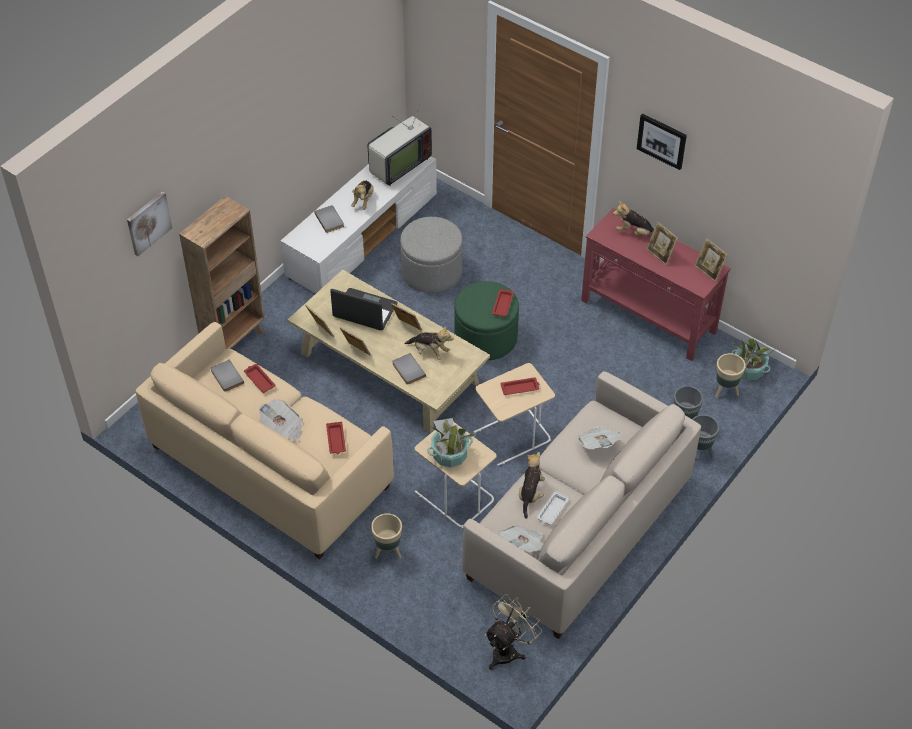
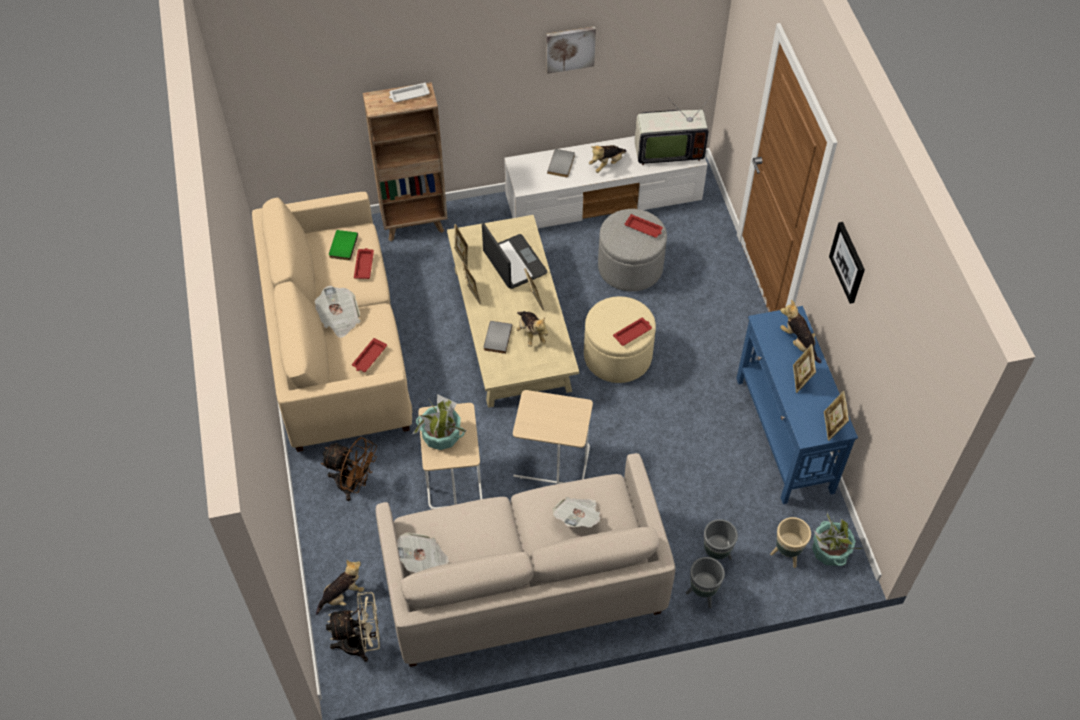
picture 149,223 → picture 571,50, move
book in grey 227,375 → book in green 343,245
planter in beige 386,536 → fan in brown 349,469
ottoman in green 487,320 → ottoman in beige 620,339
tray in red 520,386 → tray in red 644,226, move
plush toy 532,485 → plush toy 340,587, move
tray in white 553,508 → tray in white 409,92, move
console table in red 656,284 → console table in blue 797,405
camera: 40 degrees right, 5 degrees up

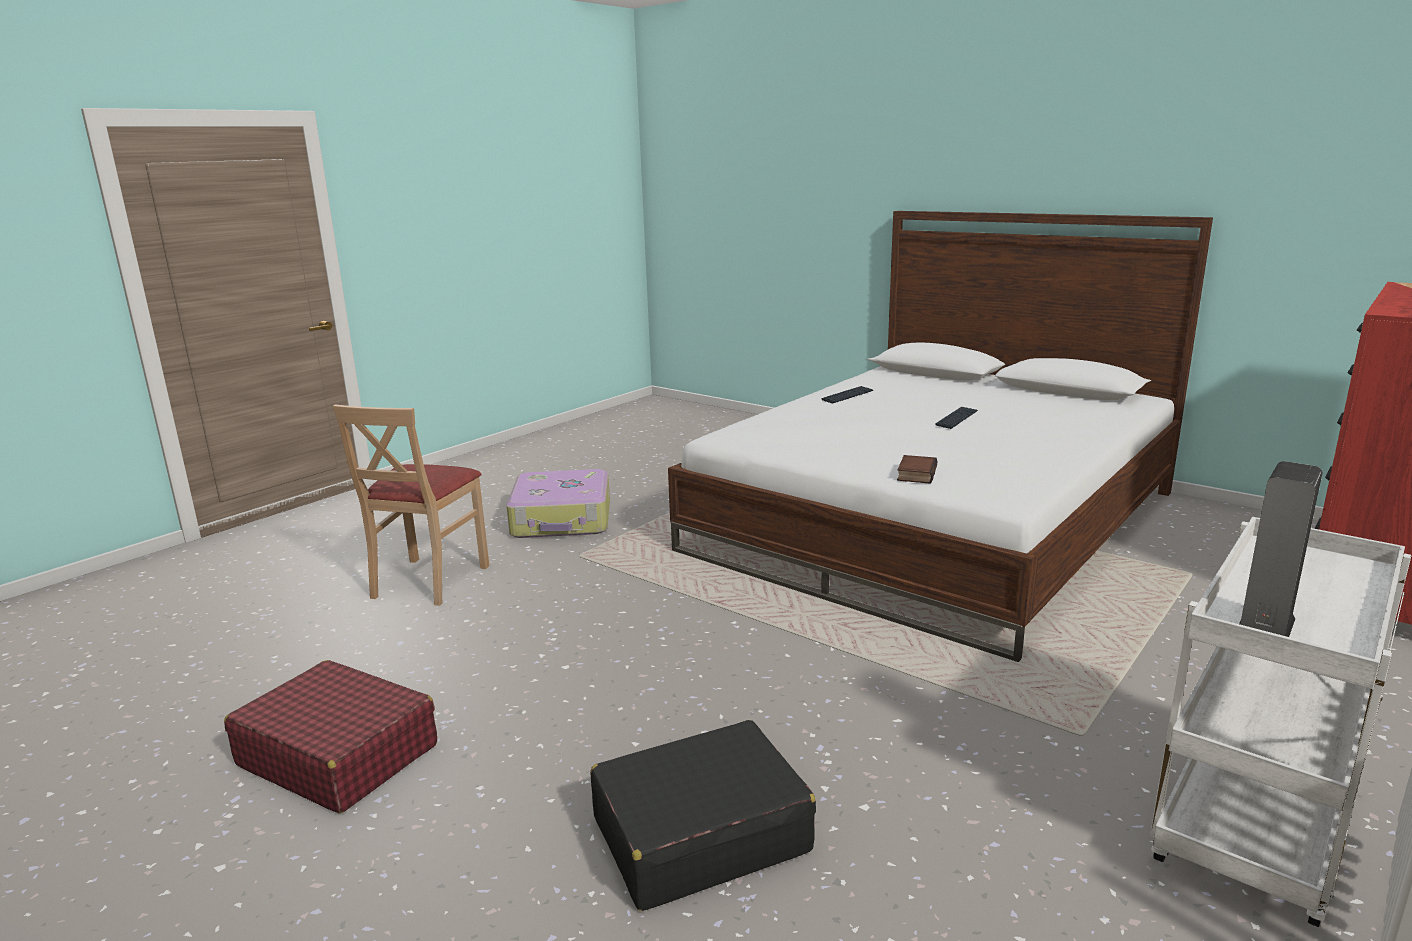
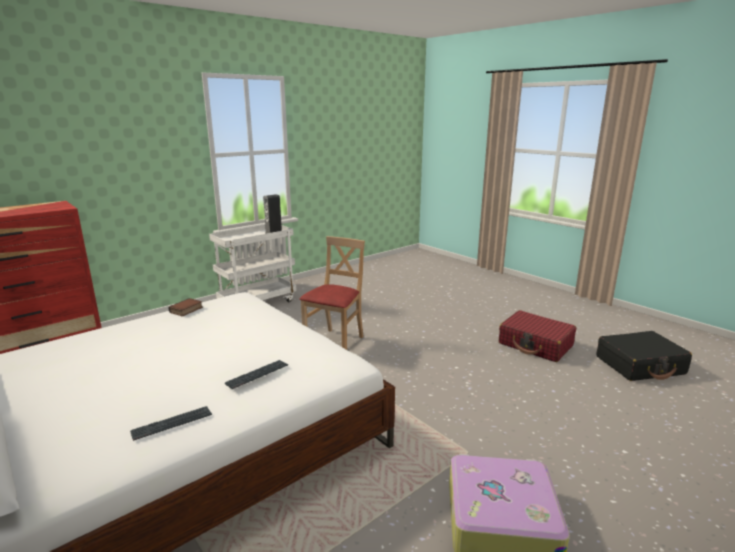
chair in beige 411,505 → chair in beige 332,293, move
suitcase in black 703,815 → suitcase in black 644,356, move
book 917,469 → book 186,307, move
keyboard 956,418 → keyboard 256,374, move
camera: 170 degrees left, 0 degrees up

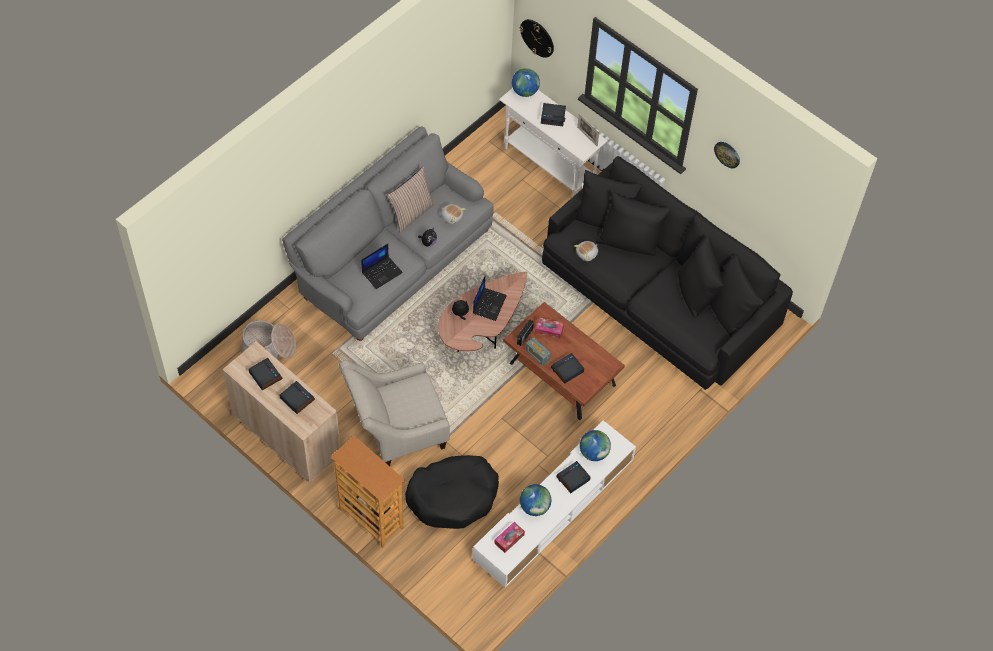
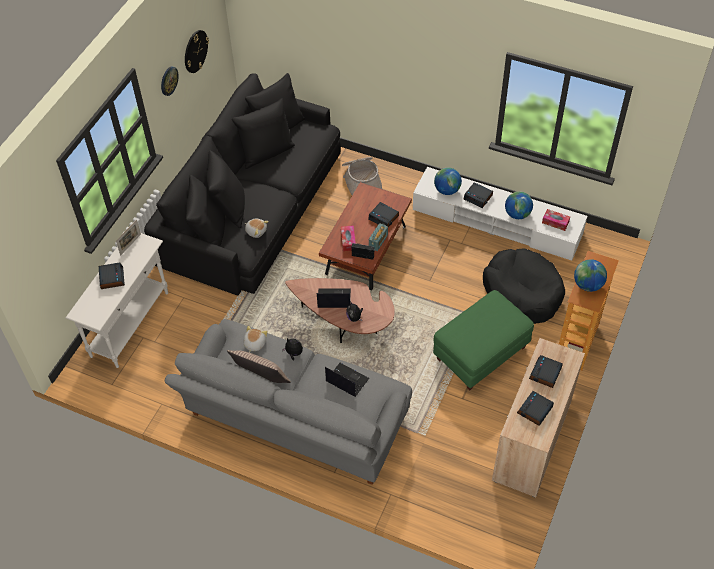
basket 268,339 → basket 362,176, move
armchair in beige 394,413 → ottoman in green 483,340
globe 526,82 → globe 590,275, move
wall clock 536,38 → wall clock 197,51, move
camera: 105 degrees left, 5 degrees down

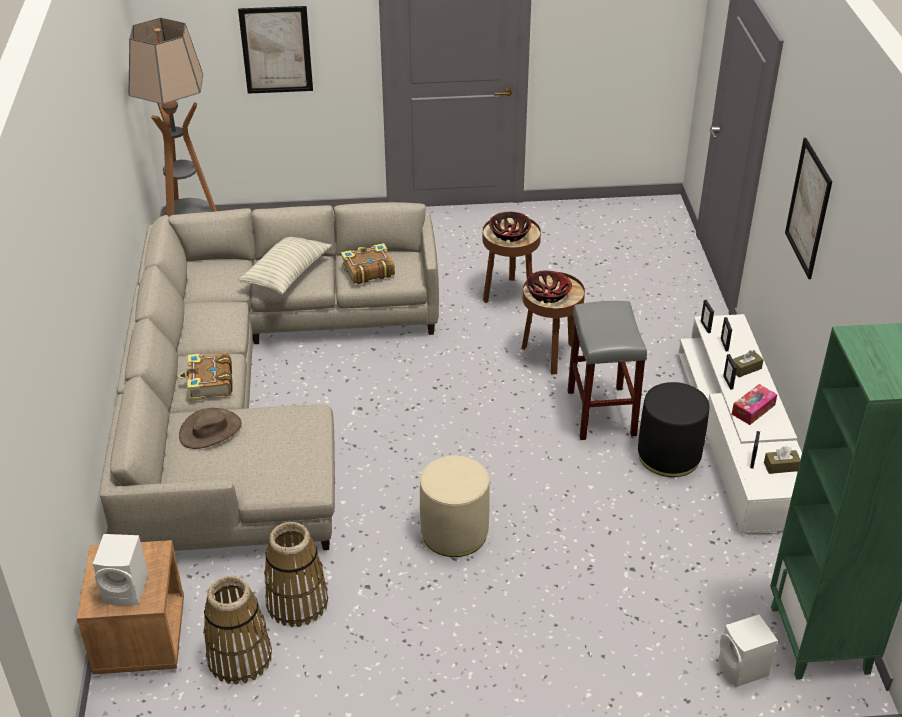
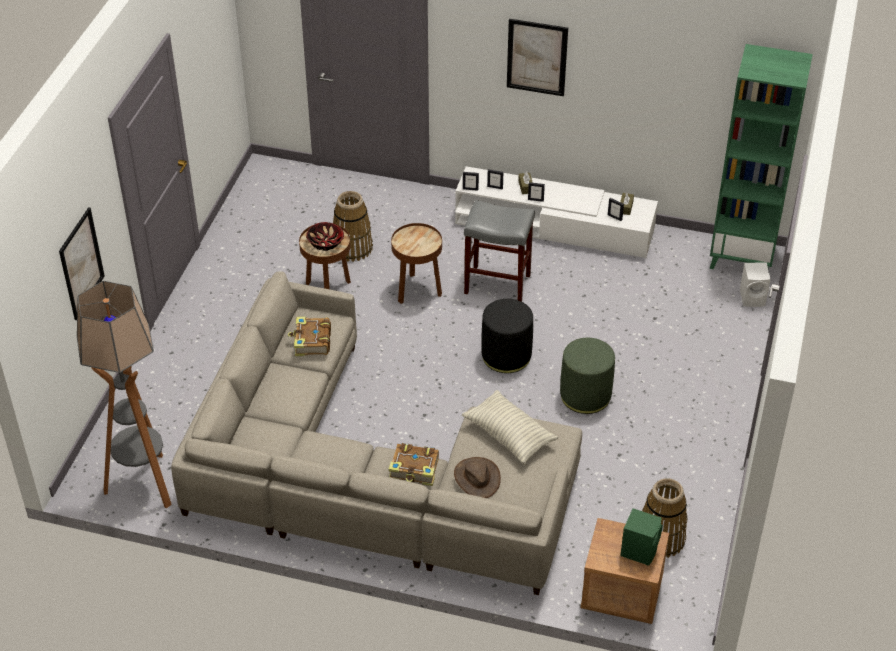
speaker in white 120,570 → speaker in green 641,537
pillow 285,265 → pillow 510,427, move
basket 296,574 → basket 353,226, move
ottoman in beige 455,506 → ottoman in green 587,376
bowl 549,287 → -
ottoman in black 673,429 → ottoman in black 507,336, move
tissue box 754,404 → -
camera: 70 degrees left, 5 degrees up

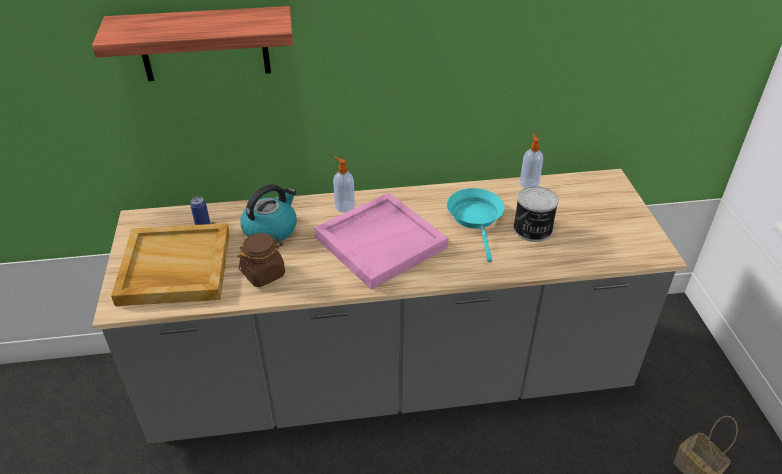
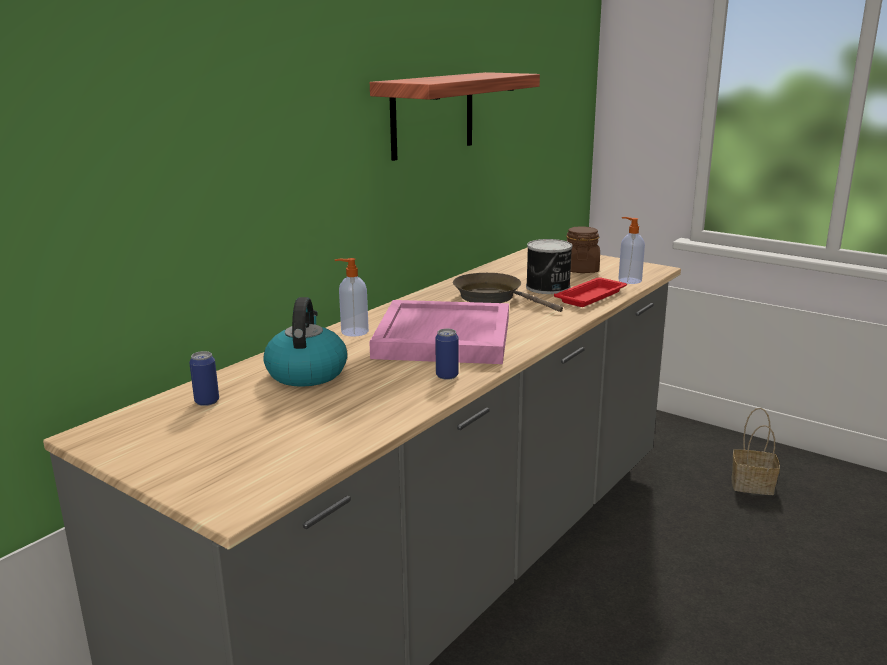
shelf 192,43 → shelf 455,116, move
tray in beige 170,264 → -
jar in brown 261,260 → jar in brown 583,249, move
frying pan in turquoise 476,225 → frying pan in brown 508,292
soap dispenser 531,160 → soap dispenser 631,250, move
- → can 447,354
- → tray in red 590,292
camera: 45 degrees left, 20 degrees down

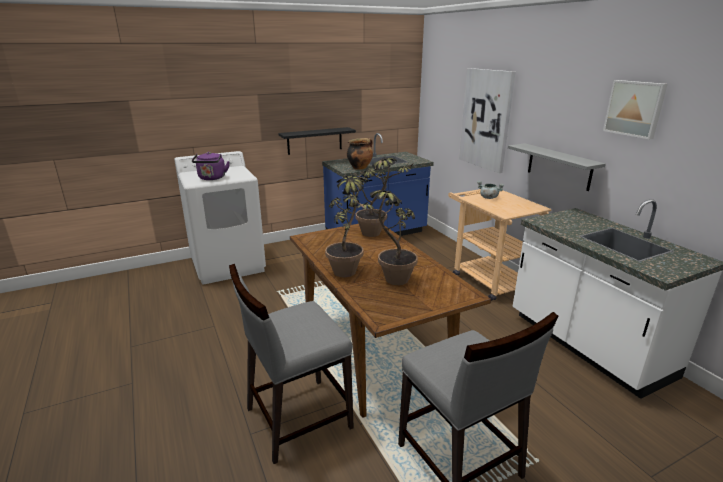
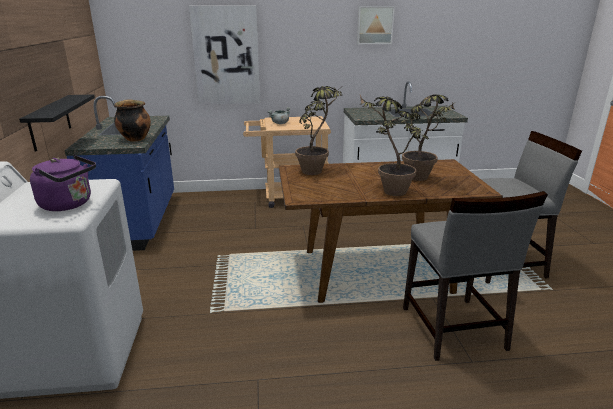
shelf in grey 557,167 → -
camera: 70 degrees left, 0 degrees up

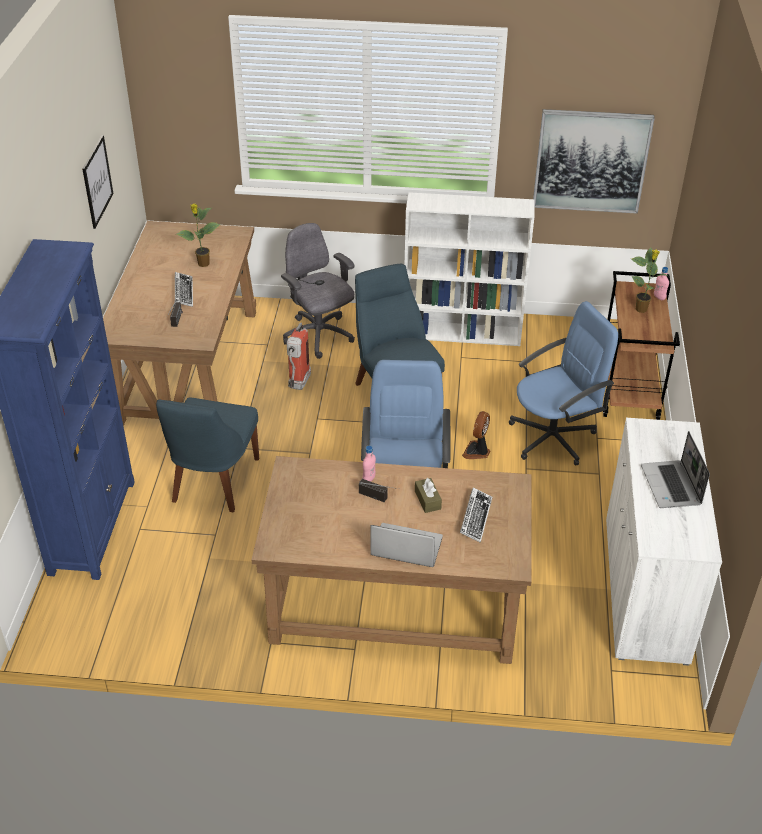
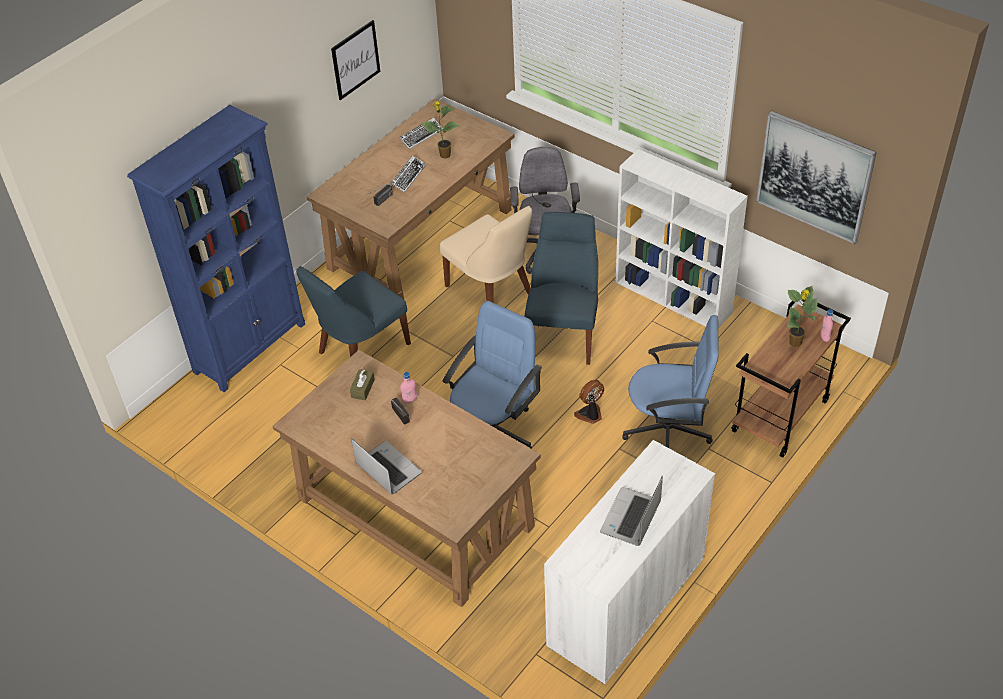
fire extinguisher 299,356 → chair in beige 486,254
tissue box in brown 428,495 → tissue box in brown 362,384, move
keyboard 476,515 → keyboard 421,134, move
camera: 35 degrees right, 5 degrees up

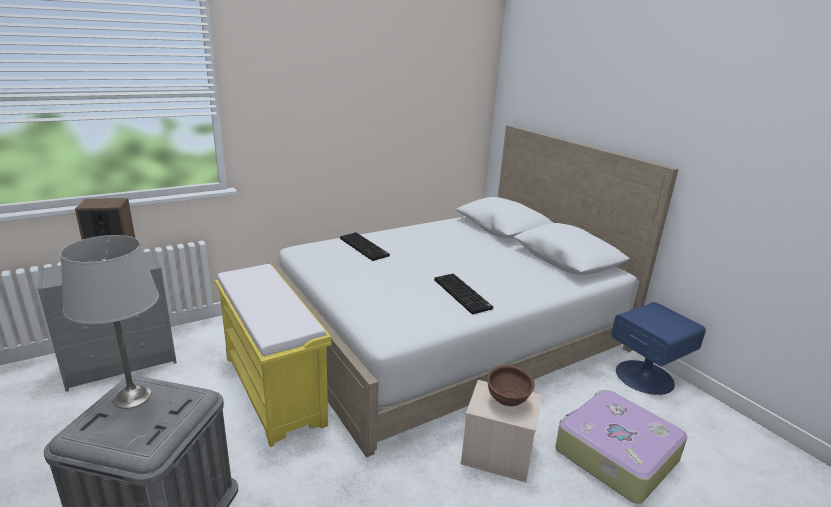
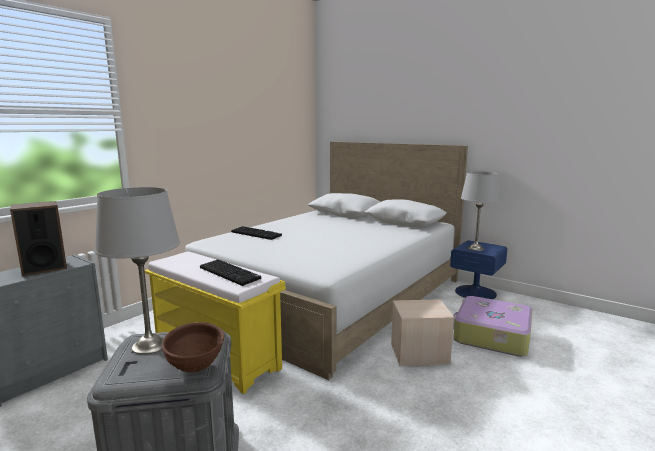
keyboard 463,294 → keyboard 230,272, move
bowl in brown 511,385 → bowl in brown 193,347, move
- → table lamp in grey 480,211
camera: 20 degrees left, 10 degrees down

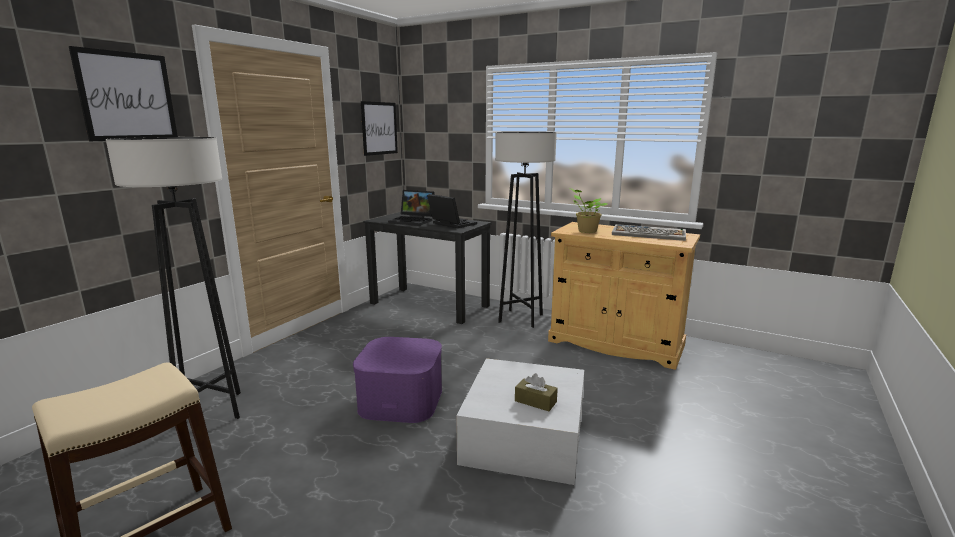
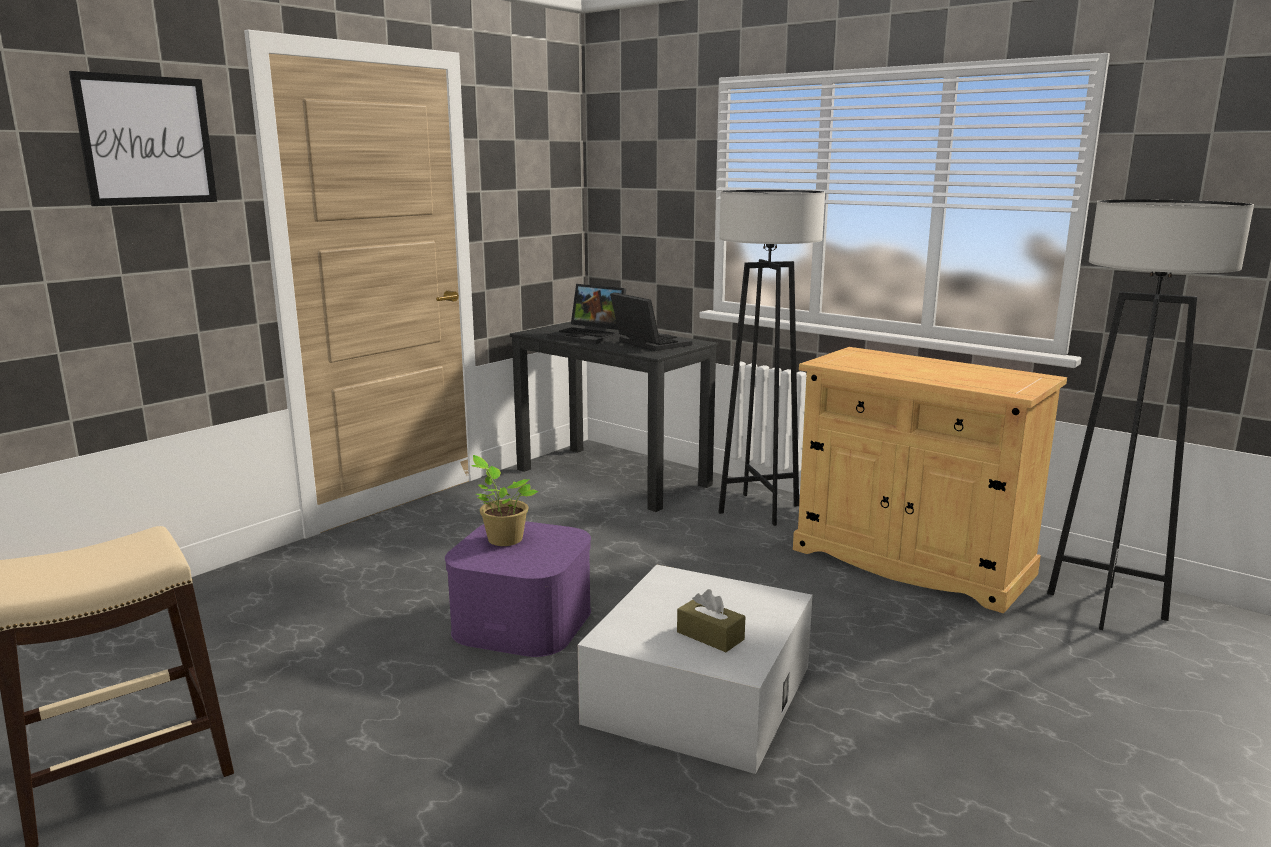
floor lamp in grey 173,278 → floor lamp in grey 1150,414, move
picture 379,128 → -
potted plant 589,210 → potted plant 504,500, move
keyboard 649,232 → -
camera: 10 degrees right, 0 degrees up

